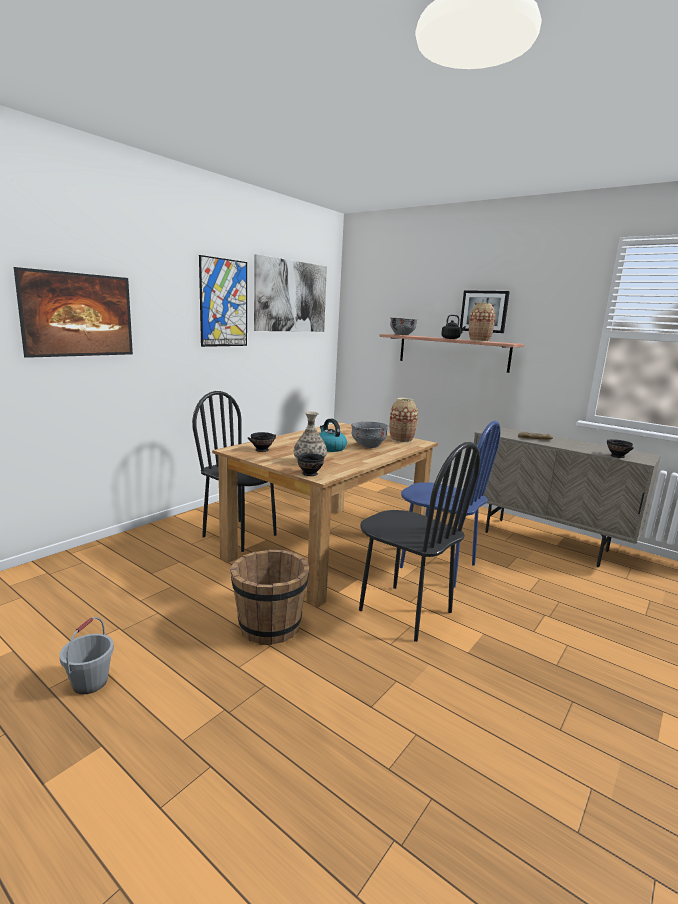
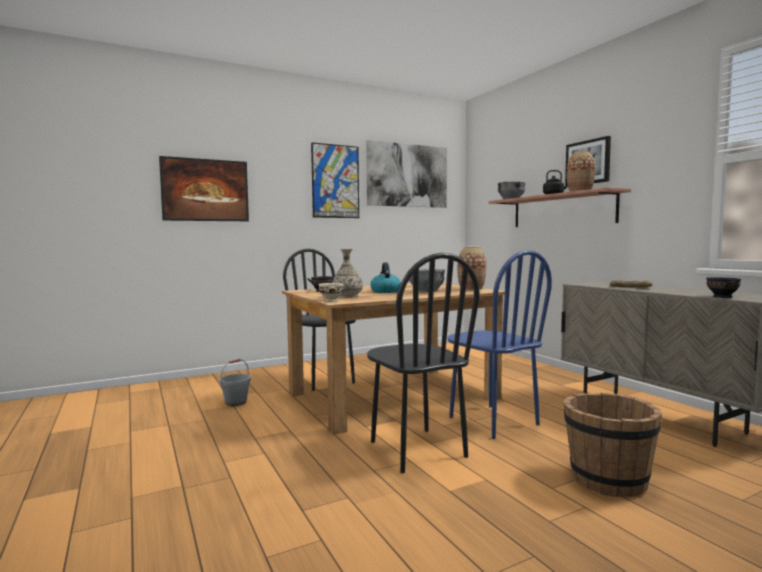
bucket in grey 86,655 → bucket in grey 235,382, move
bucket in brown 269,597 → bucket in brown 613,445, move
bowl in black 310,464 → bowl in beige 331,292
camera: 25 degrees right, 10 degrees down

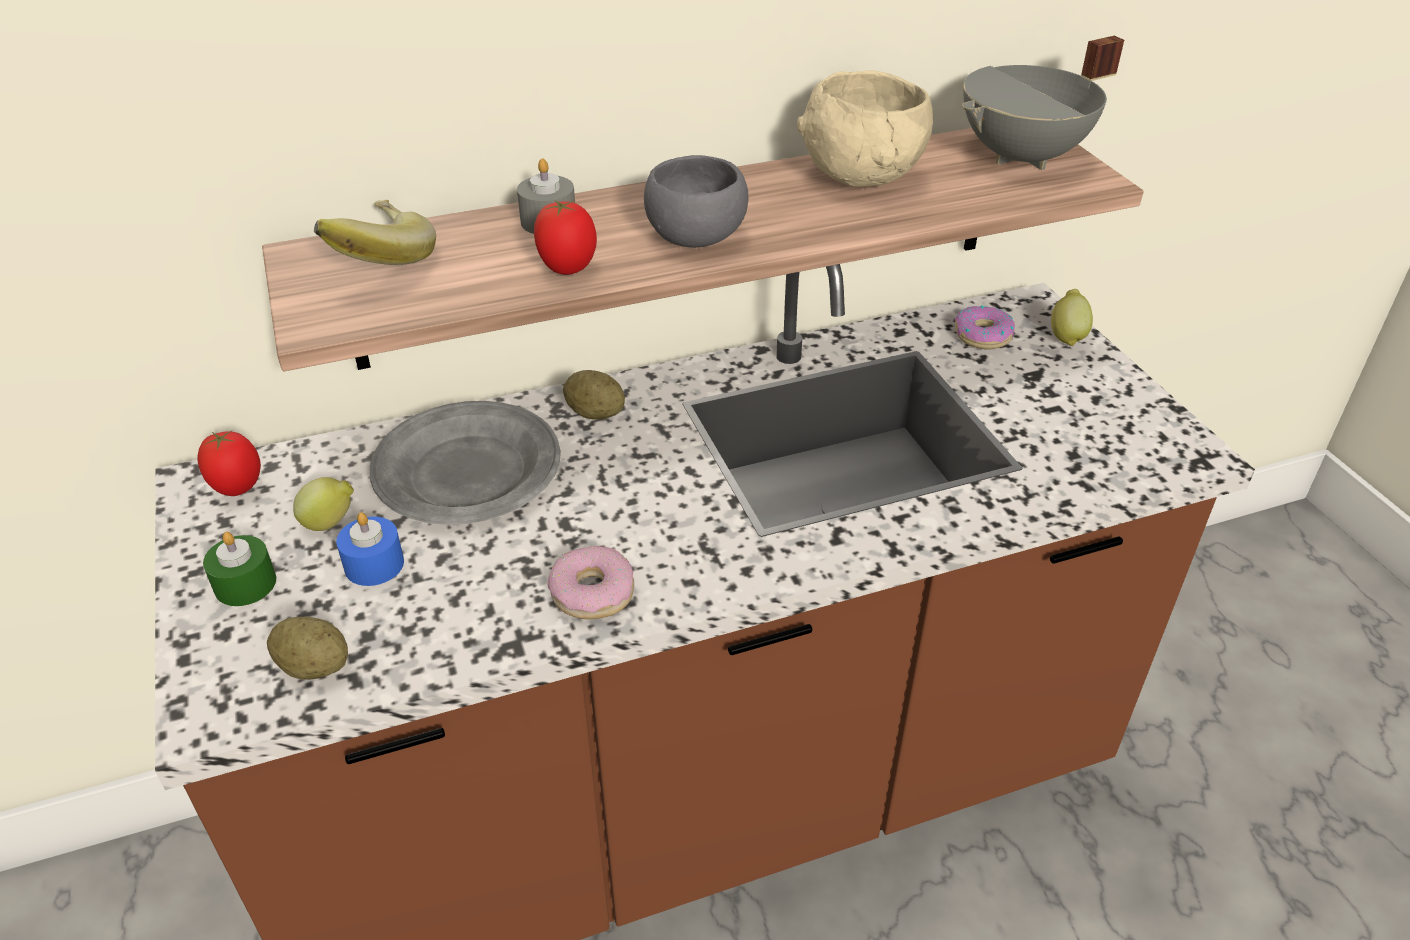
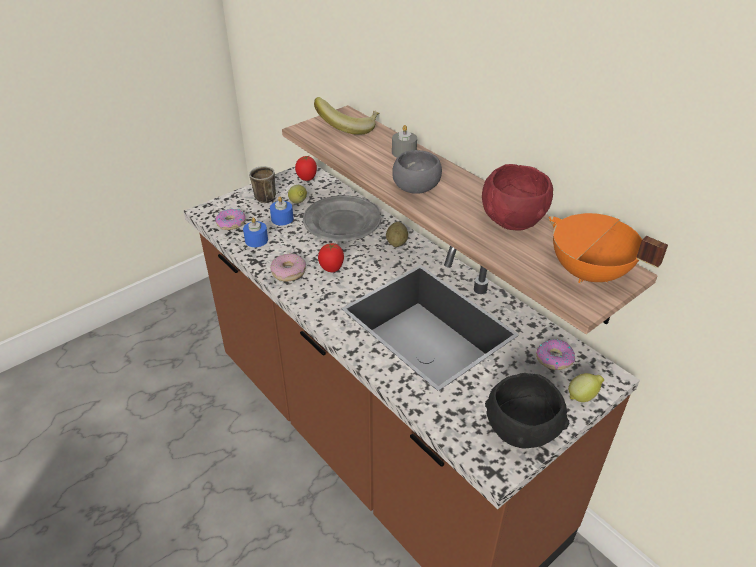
candle in green 239,569 → mug 262,184
potato 307,648 → donut 230,219
tomato 565,237 → tomato 331,257, move
bowl in beige 865,128 → bowl in red 517,197
cooking pot in grey 1043,103 → cooking pot in orange 608,248
- → candle in blue 255,232
- → bowl in black 527,410
camera: 70 degrees right, 0 degrees up

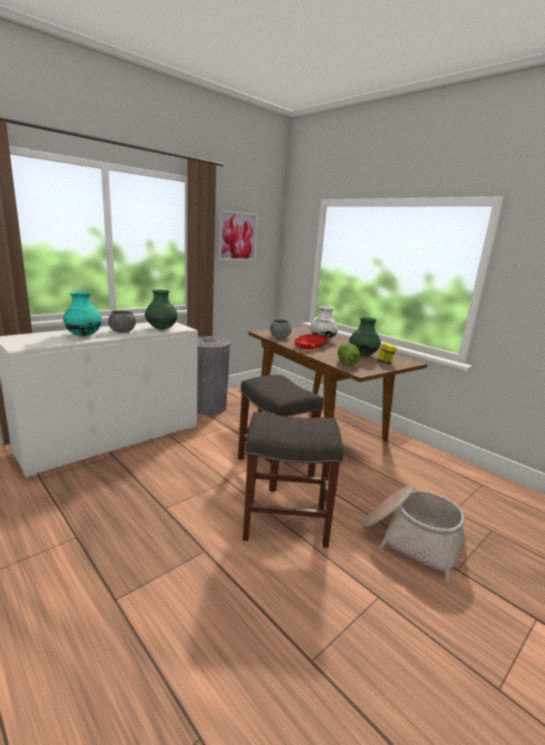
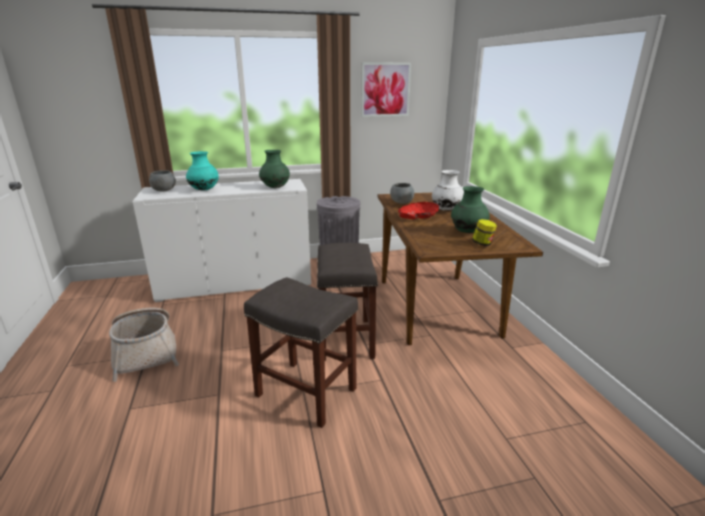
bowl in grey 122,321 → bowl in grey 162,181, move
lettuce 349,354 → -
basket 414,534 → basket 144,345, move
camera: 30 degrees right, 5 degrees up

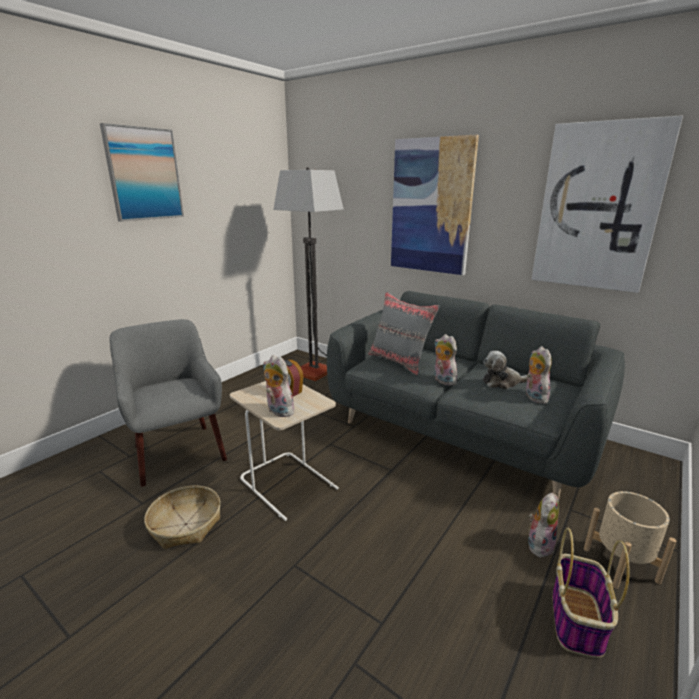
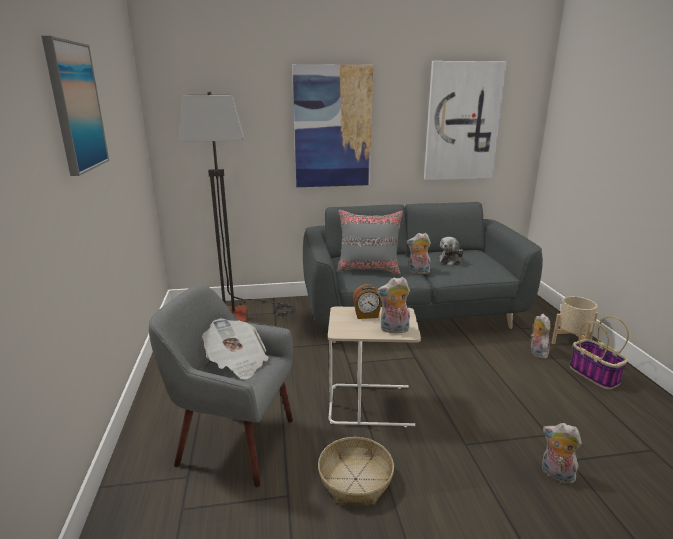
plush toy 539,375 → plush toy 562,453, move
- → newspaper 235,348
camera: 45 degrees left, 0 degrees up

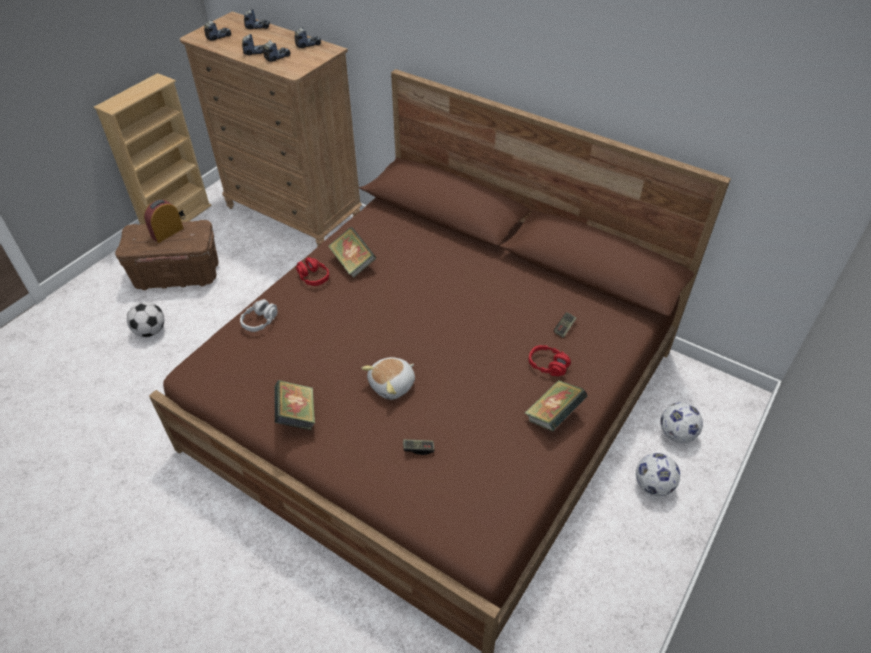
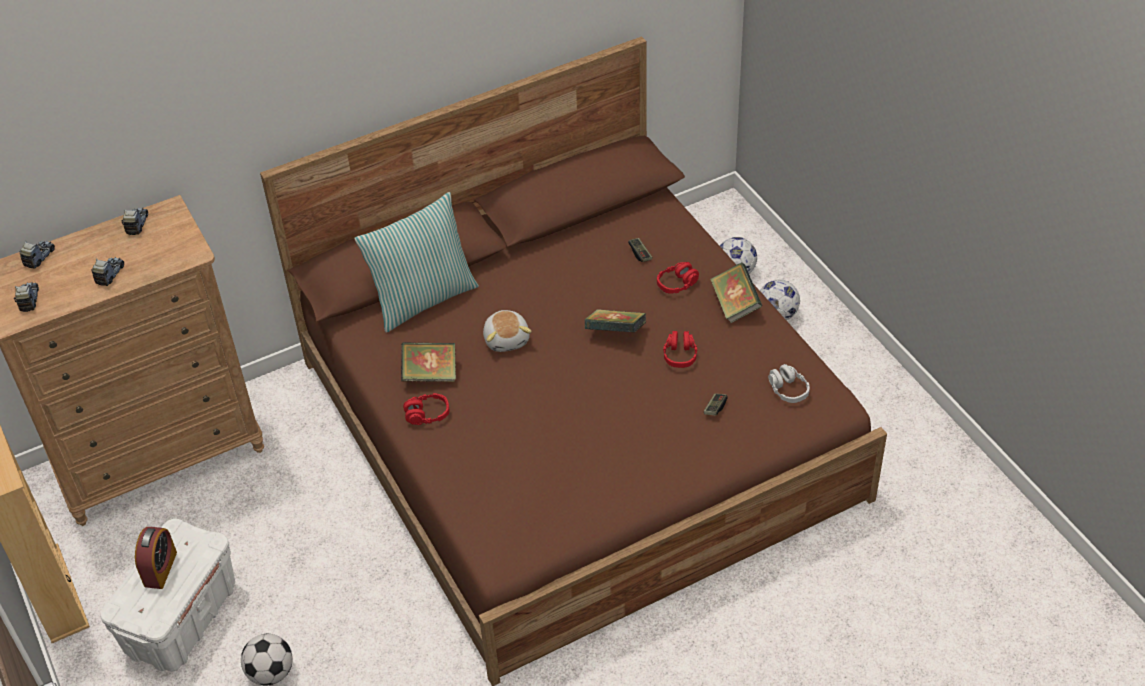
storage box in brown 167,255 → storage box in white 167,595
alarm clock 164,221 → alarm clock 156,558, 150 degrees counterclockwise
headphones in grey 259,315 → headphones in grey 789,383, move
toy truck 277,51 → -
book 294,405 → book 615,321, move
plush toy 388,378 → plush toy 507,331, move
- → pillow 416,262
- → headphones in red 680,349
camera: 60 degrees left, 0 degrees up

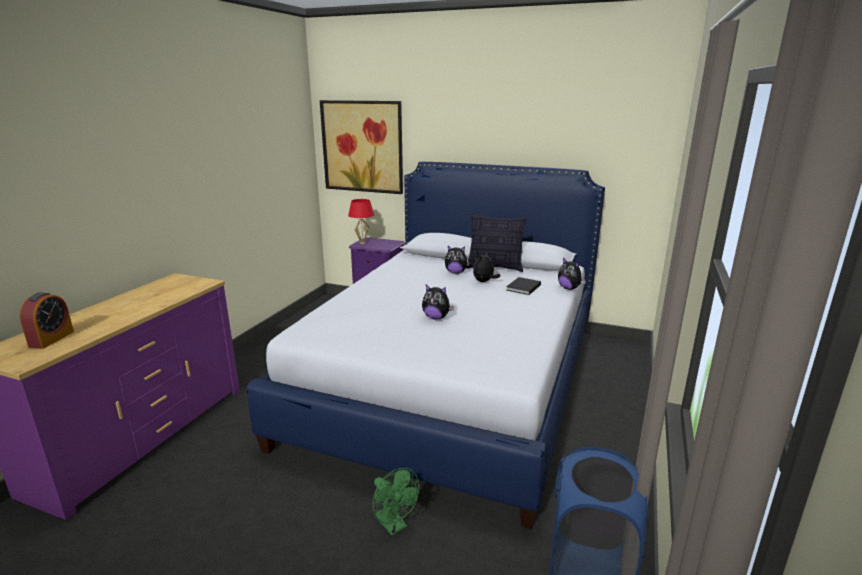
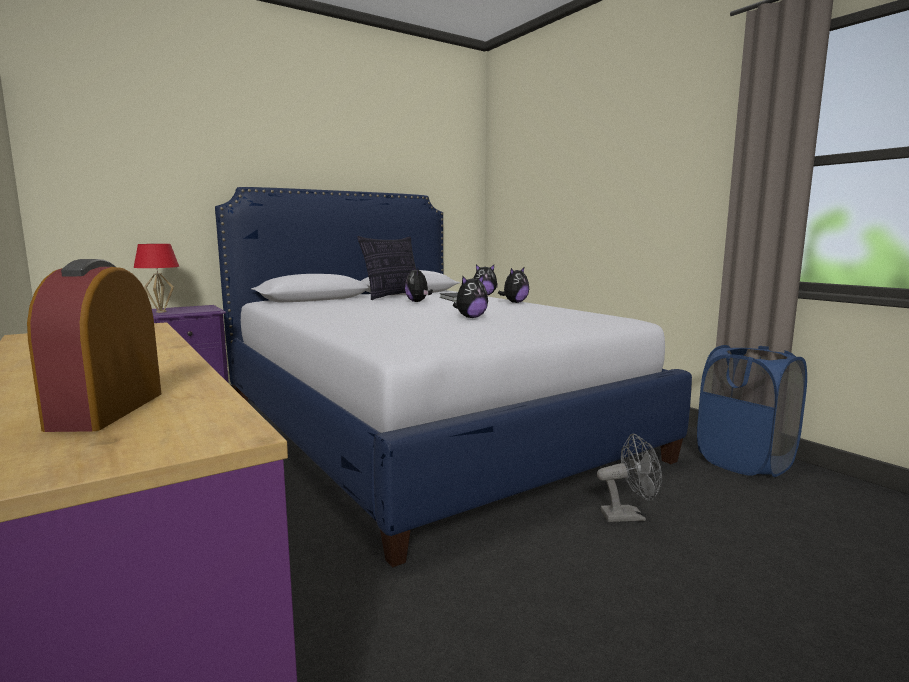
alarm clock 47,320 → alarm clock 94,345, 135 degrees counterclockwise
picture 361,147 → -
fan in green 395,502 → fan in grey 629,478
plush toy 457,260 → plush toy 513,285, move
camera: 55 degrees left, 10 degrees down

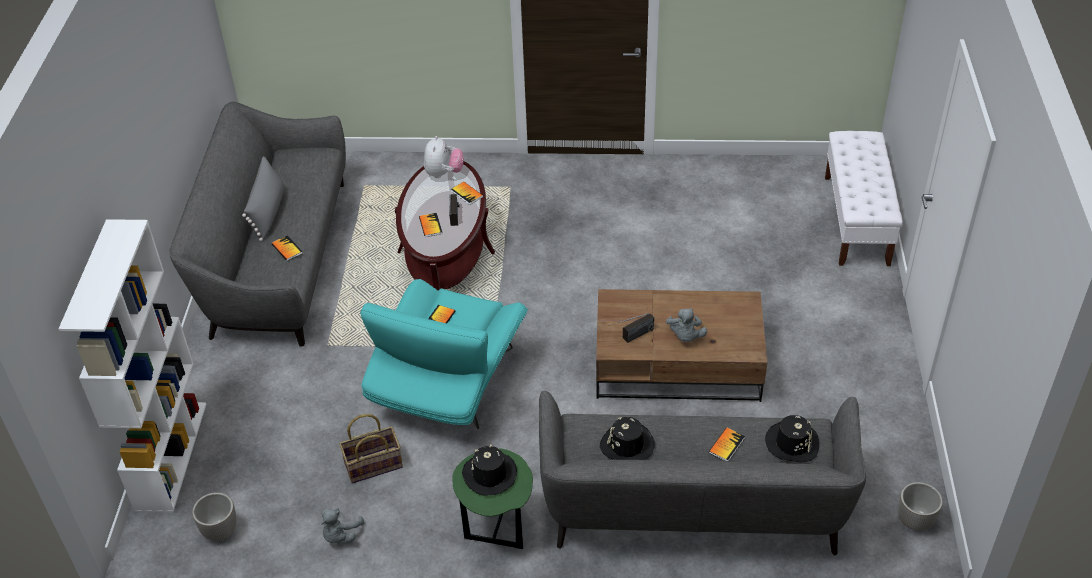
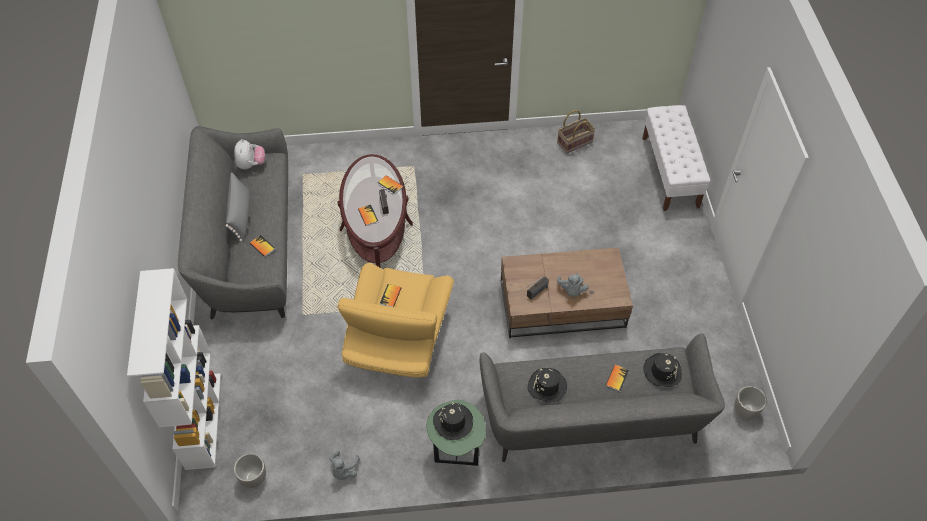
basket 371,449 → basket 576,132, move
armchair in turquoise 444,354 → armchair in yellow 396,320
plush toy 444,157 → plush toy 249,154, move
camera: 10 degrees left, 10 degrees up

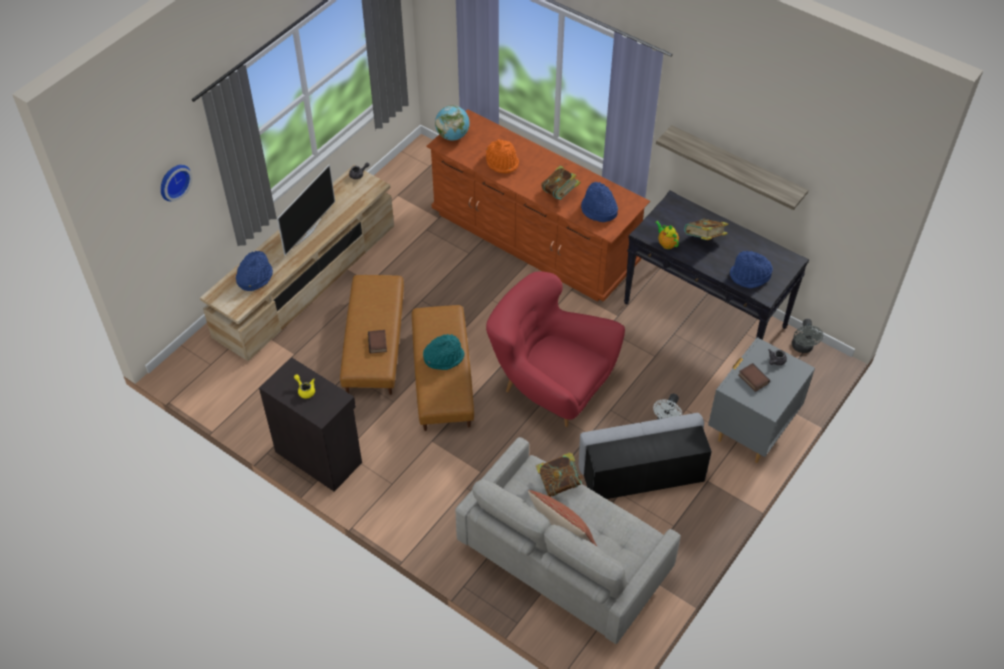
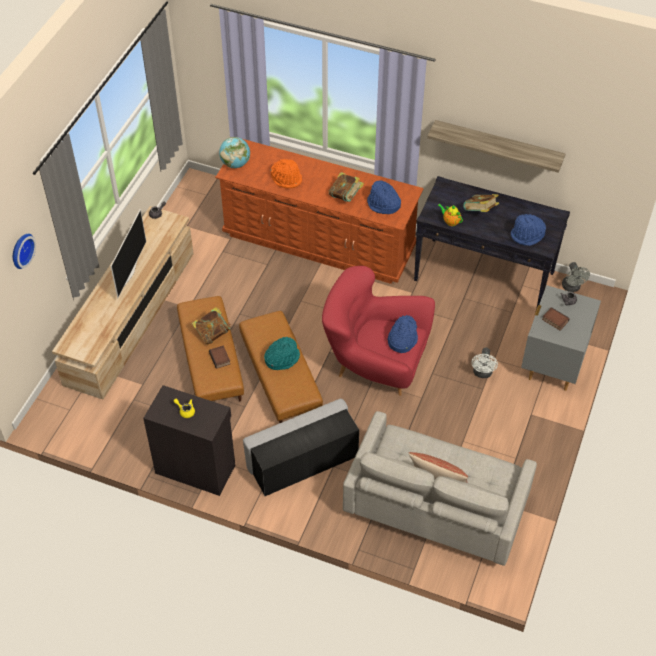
hat in blue 254,271 → hat in blue 402,334, move
book 560,474 → book 211,326, move
ottoman in grey 645,456 → ottoman in grey 301,447, move
camera: 15 degrees left, 0 degrees up

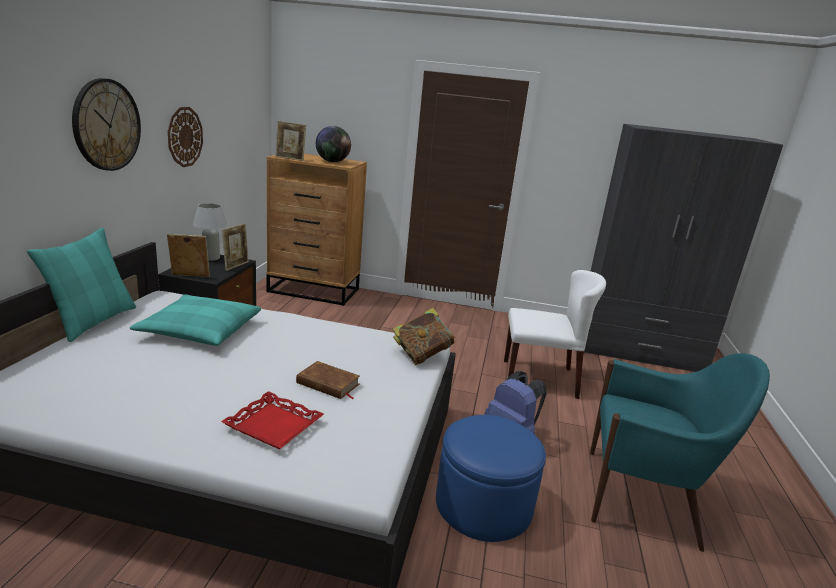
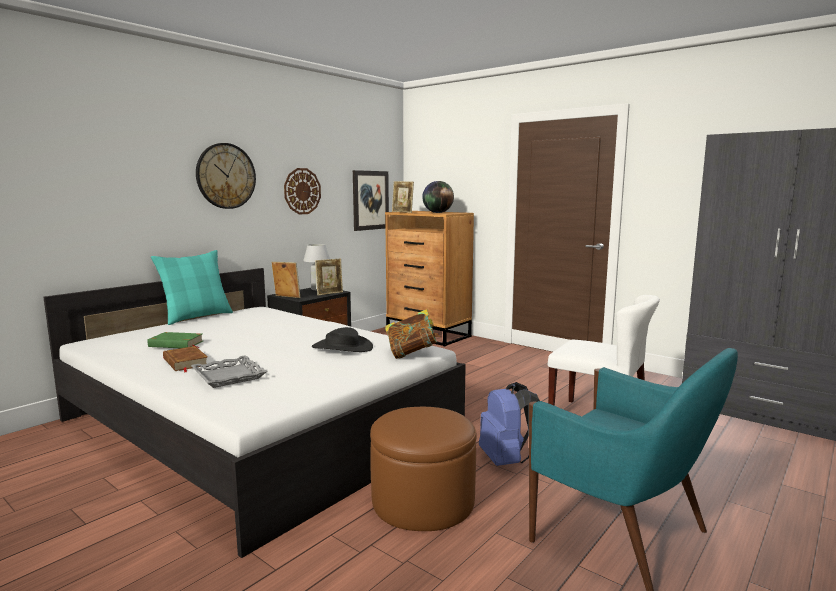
pillow in turquoise 195,320 → -
tray in red 272,420 → tray in grey 229,371
book in brown 328,380 → book in brown 185,359, move
ottoman in blue 491,478 → ottoman in brown 423,469
- → book in green 175,340
- → hat in black 342,339
- → picture 371,200
camera: 30 degrees right, 10 degrees down

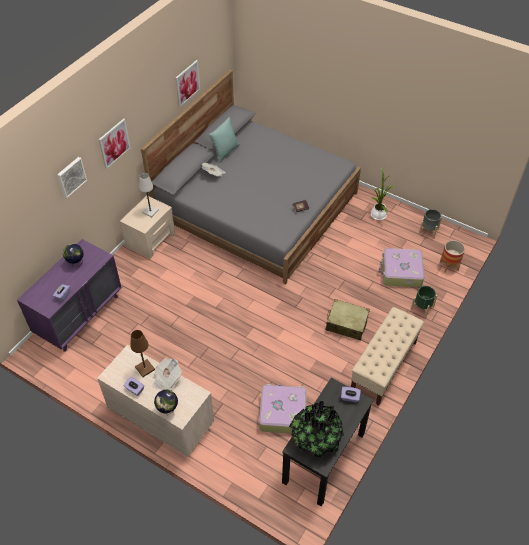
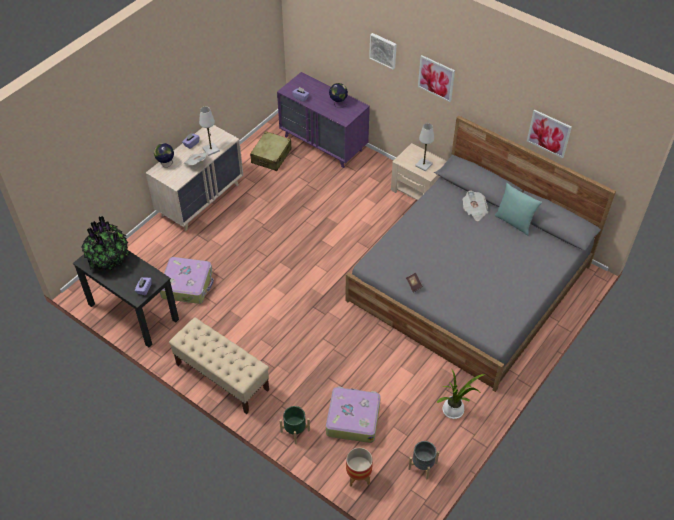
table lamp in brown 142,353 → table lamp in white 209,131
suitcase in beige 348,319 → suitcase in beige 271,151, move
camera: 95 degrees right, 0 degrees up

